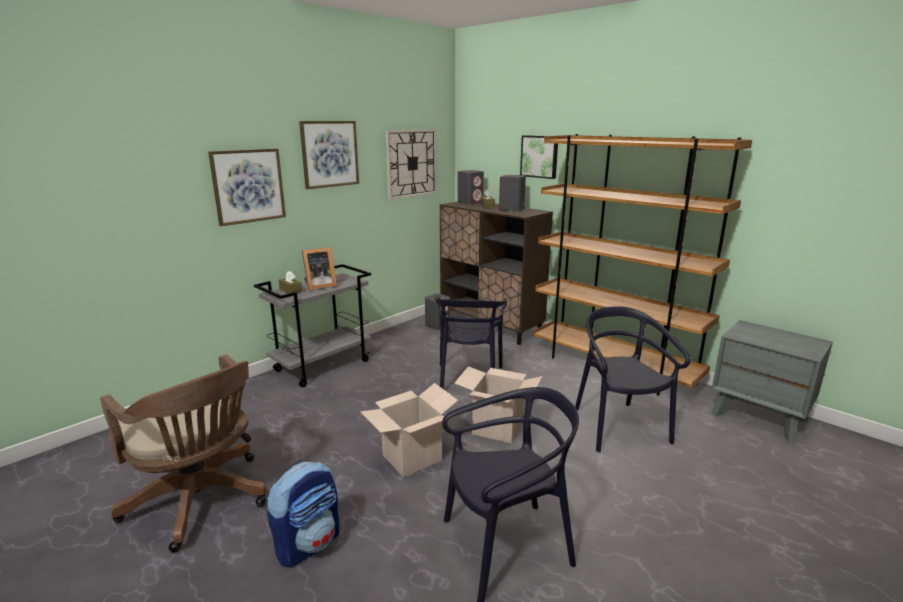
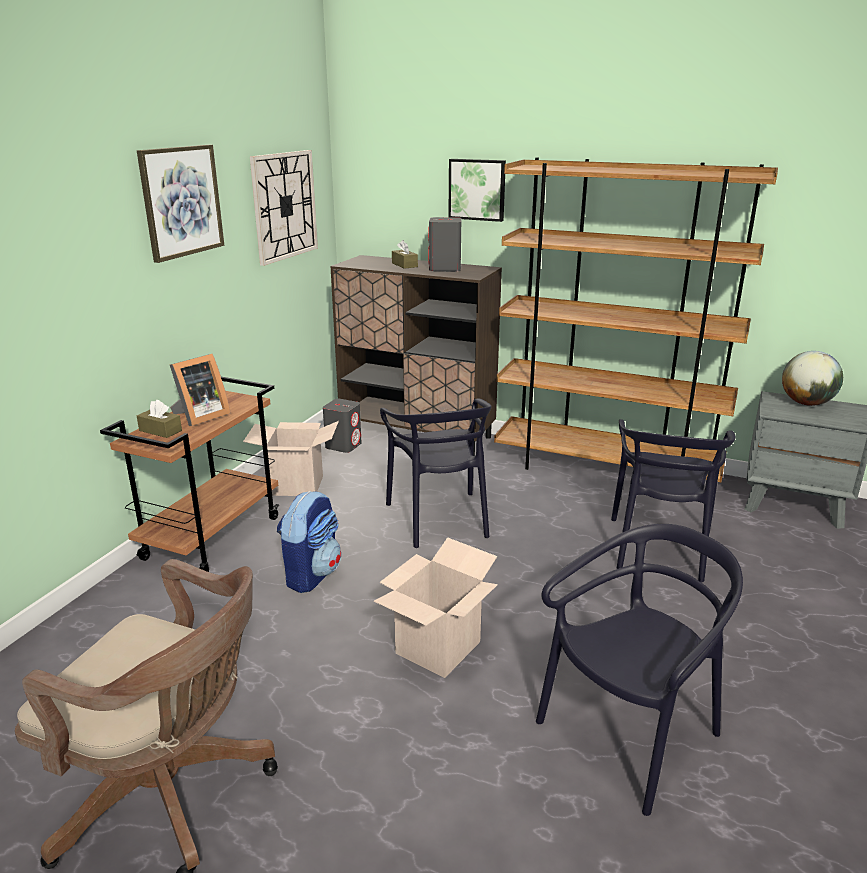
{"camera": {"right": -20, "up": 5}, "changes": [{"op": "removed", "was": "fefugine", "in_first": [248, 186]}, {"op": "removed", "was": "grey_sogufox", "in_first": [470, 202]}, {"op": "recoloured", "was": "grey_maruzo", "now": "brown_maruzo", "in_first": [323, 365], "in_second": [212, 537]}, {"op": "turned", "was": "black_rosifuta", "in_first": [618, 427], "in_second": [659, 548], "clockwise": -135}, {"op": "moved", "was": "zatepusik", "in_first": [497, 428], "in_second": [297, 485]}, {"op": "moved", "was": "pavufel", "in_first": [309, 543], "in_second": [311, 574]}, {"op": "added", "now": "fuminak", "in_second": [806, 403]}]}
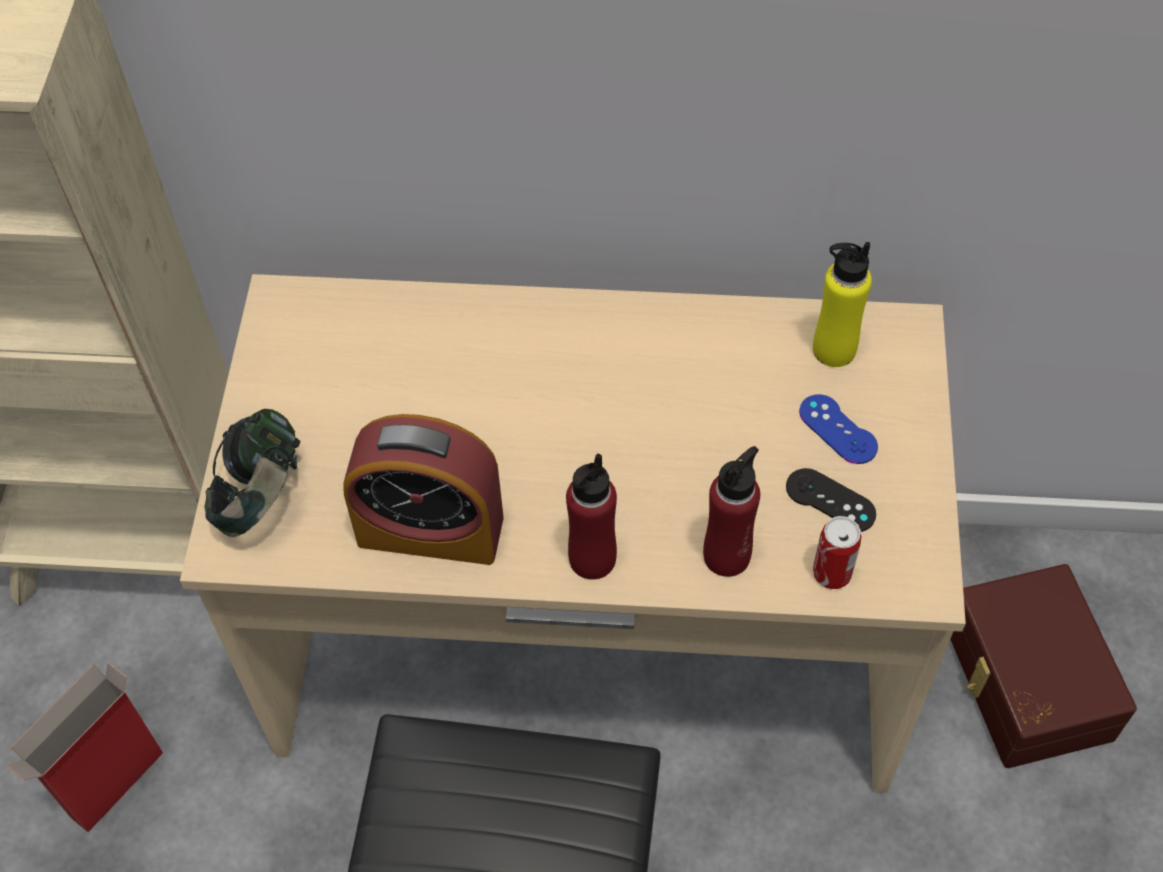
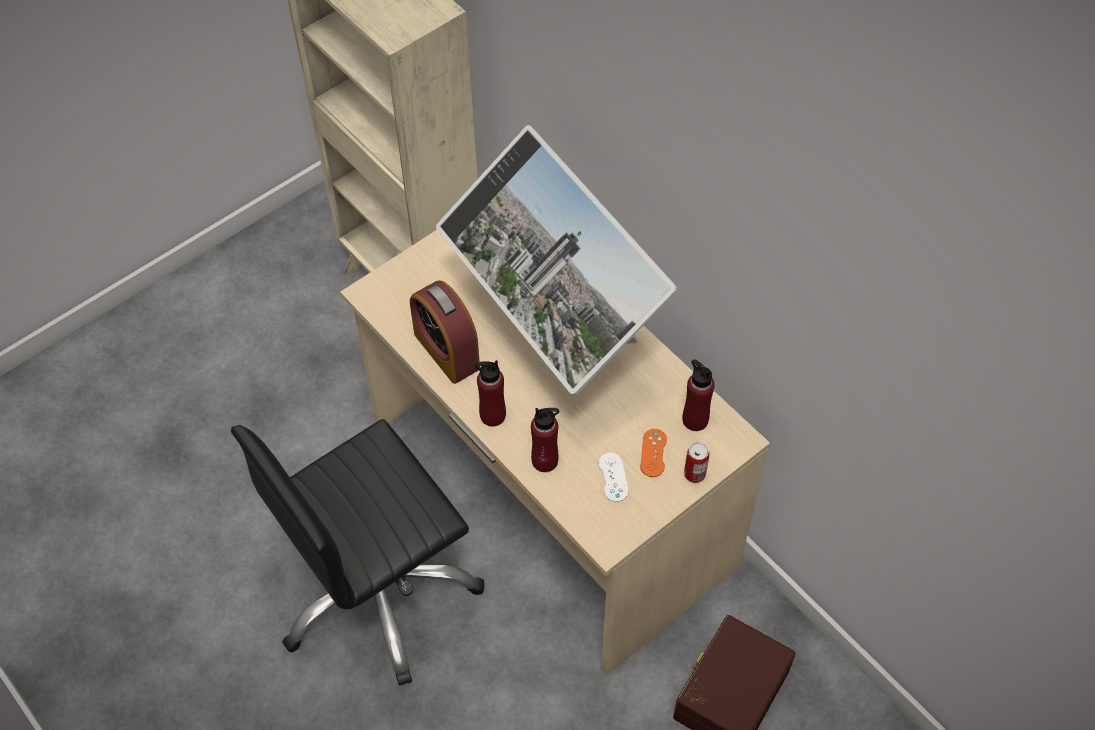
{"camera": {"right": 45, "up": 0}, "changes": [{"op": "recoloured", "was": "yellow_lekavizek", "now": "red_lekavizek", "in_first": [834, 349], "in_second": [695, 420]}, {"op": "recoloured", "was": "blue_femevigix", "now": "orange_femevigix", "in_first": [838, 429], "in_second": [653, 453]}, {"op": "removed", "was": "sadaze", "in_first": [261, 497]}, {"op": "recoloured", "was": "black_femevigix", "now": "white_femevigix", "in_first": [830, 500], "in_second": [613, 477]}, {"op": "moved", "was": "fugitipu", "in_first": [832, 573], "in_second": [694, 474]}, {"op": "removed", "was": "zatepusik", "in_first": [115, 786]}, {"op": "added", "now": "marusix", "in_second": [555, 344]}]}
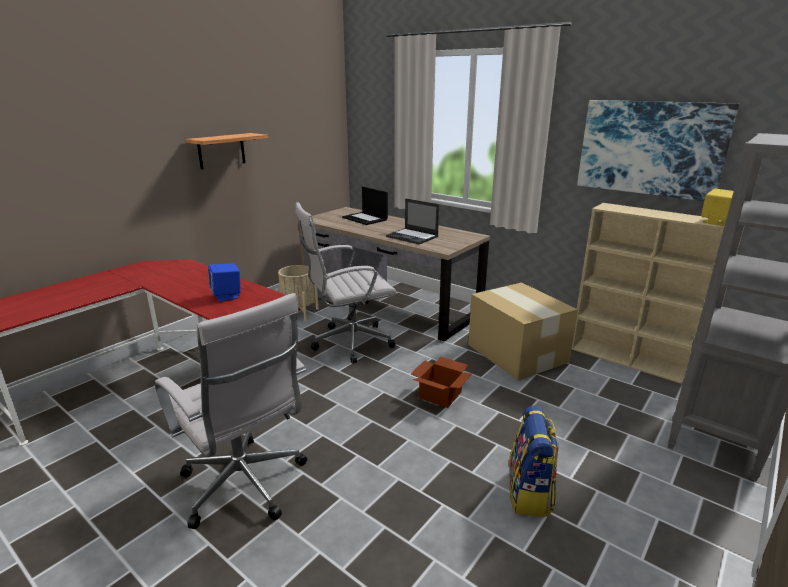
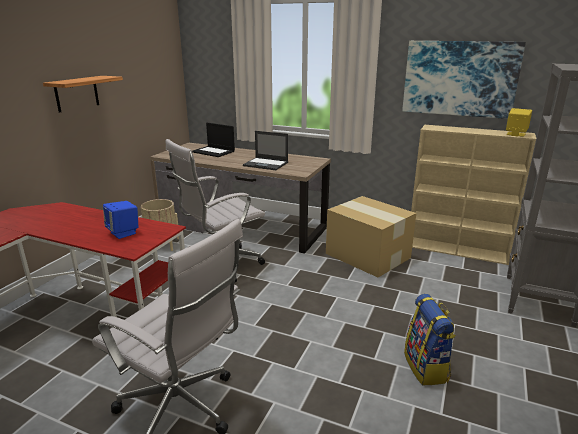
{"camera": {"right": -15, "up": 0}, "changes": [{"op": "removed", "was": "zatepusik", "in_first": [441, 394]}]}
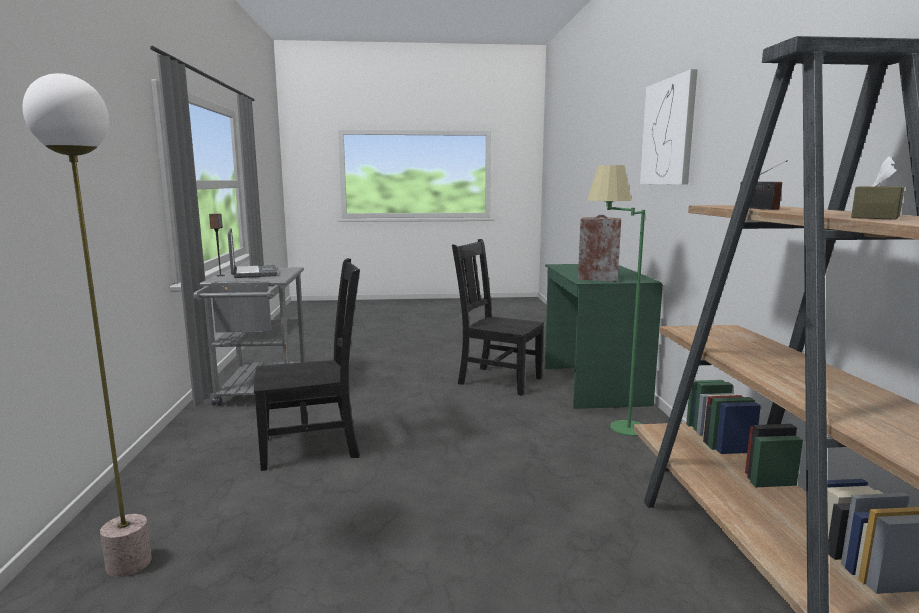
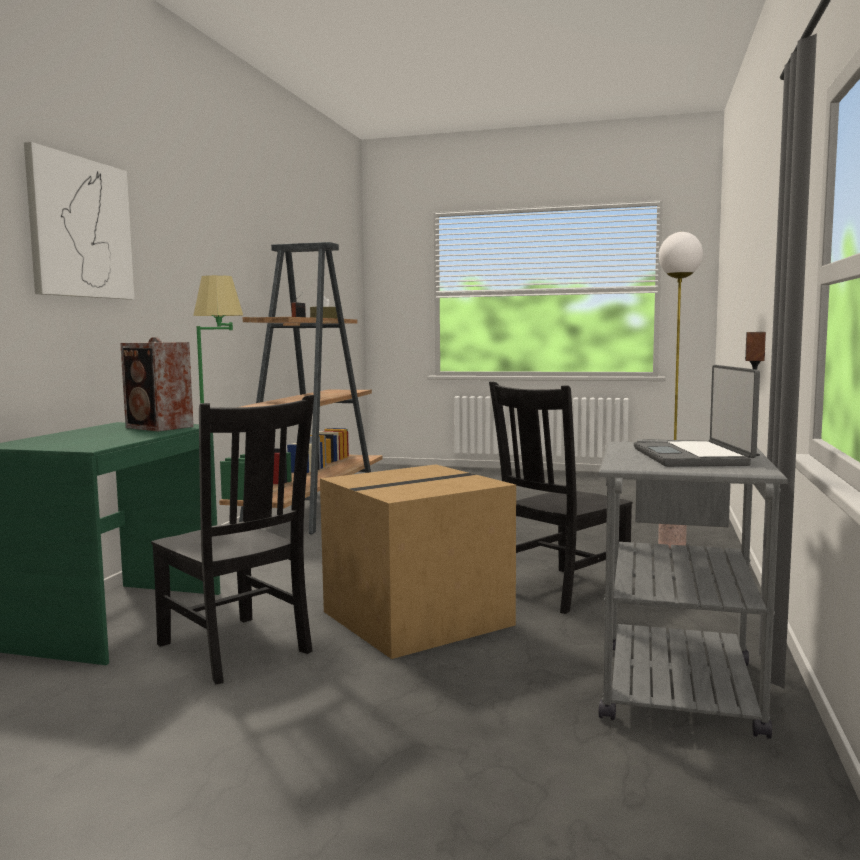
{"camera": {"right": -160, "up": -5}, "changes": [{"op": "turned", "was": "black_rosifuta", "in_first": [314, 446], "in_second": [560, 591], "clockwise": -45}, {"op": "added", "now": "zatepusik", "in_second": [416, 619]}]}
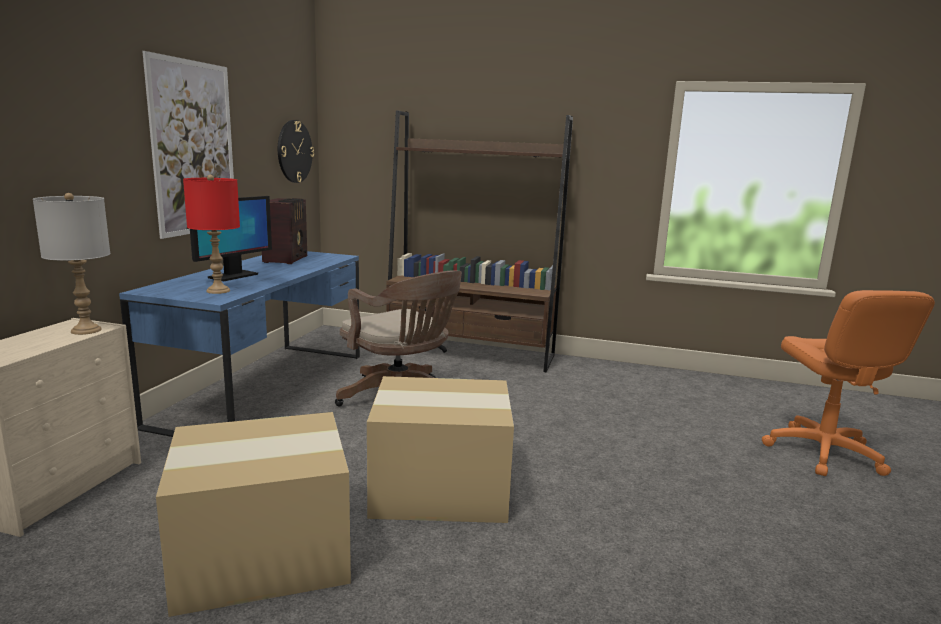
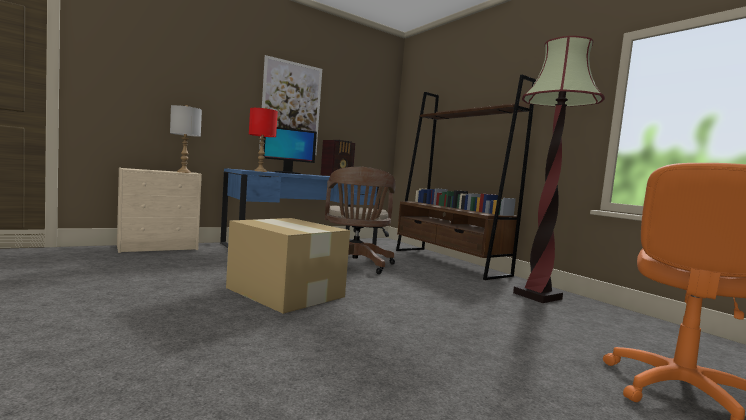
{"camera": {"right": 40, "up": -10}, "changes": [{"op": "removed", "was": "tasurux", "in_first": [294, 151]}, {"op": "removed", "was": "zatepusik", "in_first": [260, 553]}, {"op": "added", "now": "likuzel", "in_second": [537, 296]}]}
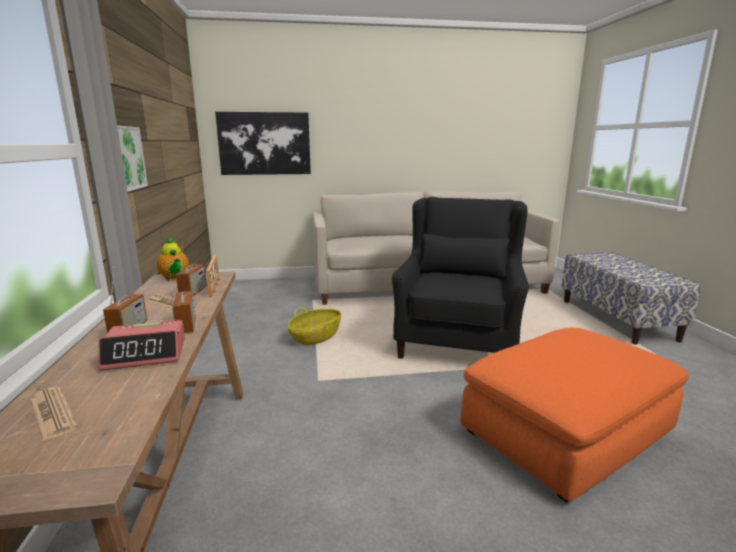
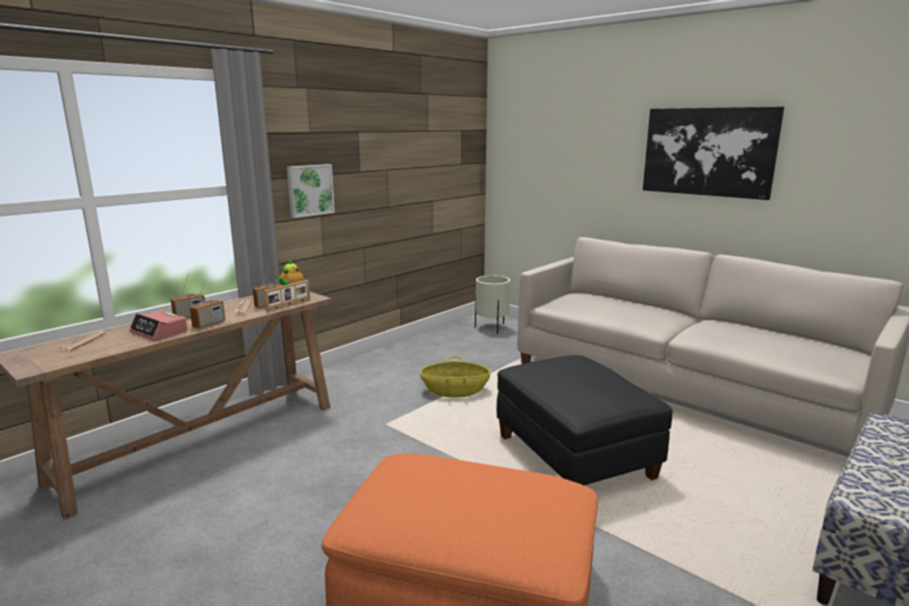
{"camera": {"right": 50, "up": 0}, "changes": [{"op": "moved", "was": "fefugine", "in_first": [264, 143], "in_second": [708, 152]}, {"op": "replaced", "was": "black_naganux", "now": "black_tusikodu", "in_first": [458, 339], "in_second": [575, 457]}, {"op": "added", "now": "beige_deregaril", "in_second": [492, 328]}]}
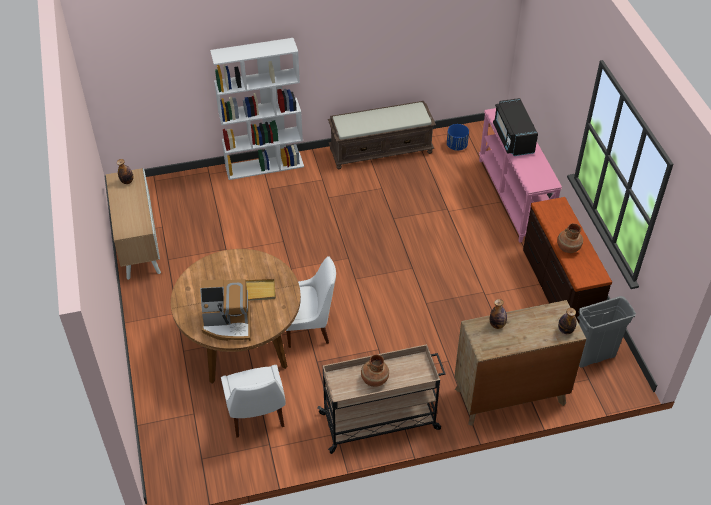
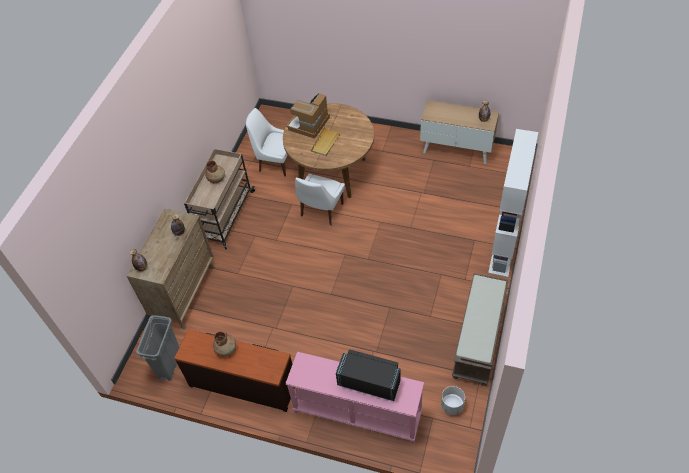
{"camera": {"right": 125, "up": 5}, "changes": [{"op": "recoloured", "was": "blue_deregaril", "now": "white_deregaril", "in_first": [457, 146], "in_second": [452, 406]}]}
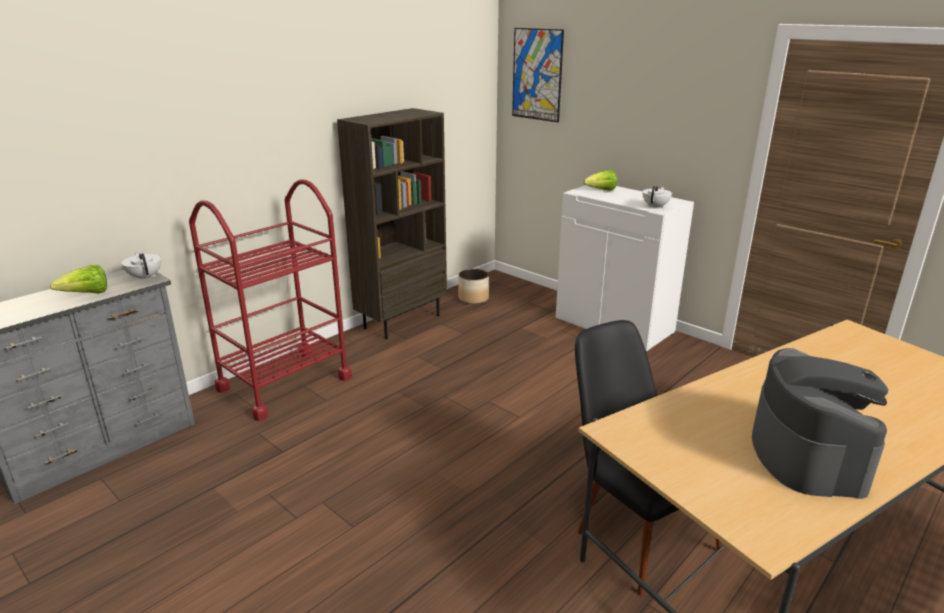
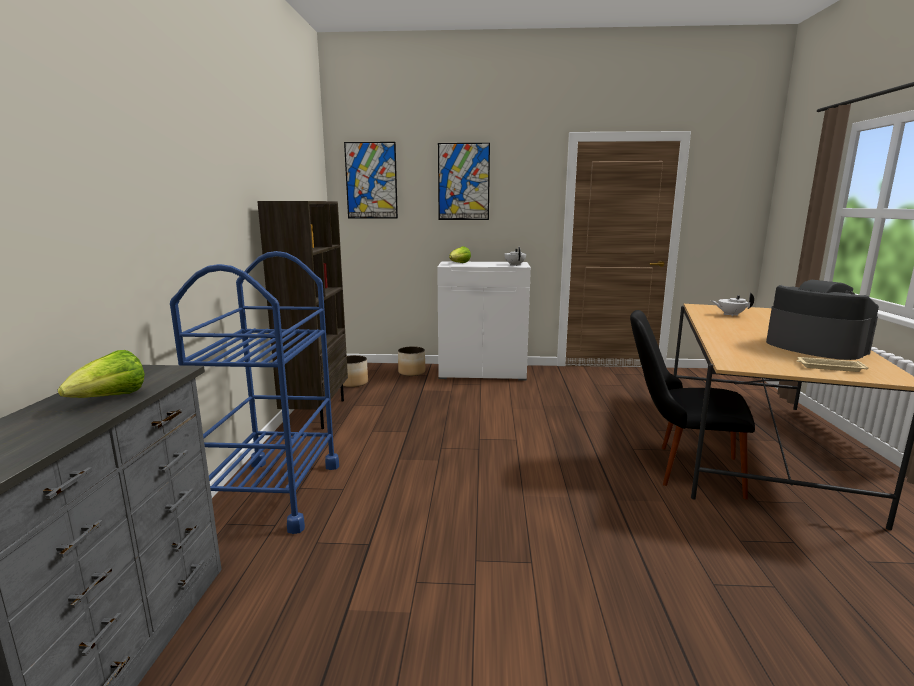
{"camera": {"right": -40, "up": -10}, "changes": [{"op": "recoloured", "was": "red_maruzo", "now": "blue_maruzo", "in_first": [284, 383], "in_second": [275, 493]}, {"op": "moved", "was": "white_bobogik", "in_first": [145, 277], "in_second": [730, 315]}, {"op": "added", "now": "fefugine", "in_second": [463, 182]}, {"op": "added", "now": "deregaril", "in_second": [412, 372]}, {"op": "added", "now": "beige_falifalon", "in_second": [829, 367]}]}
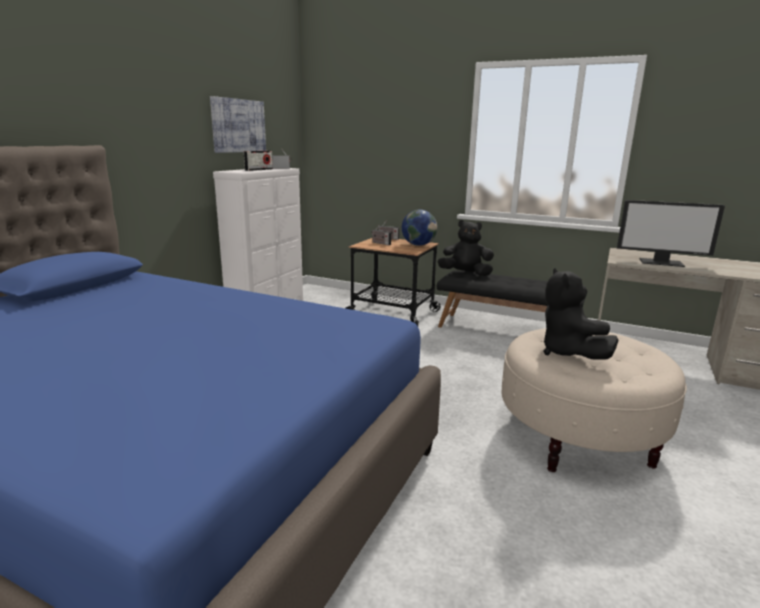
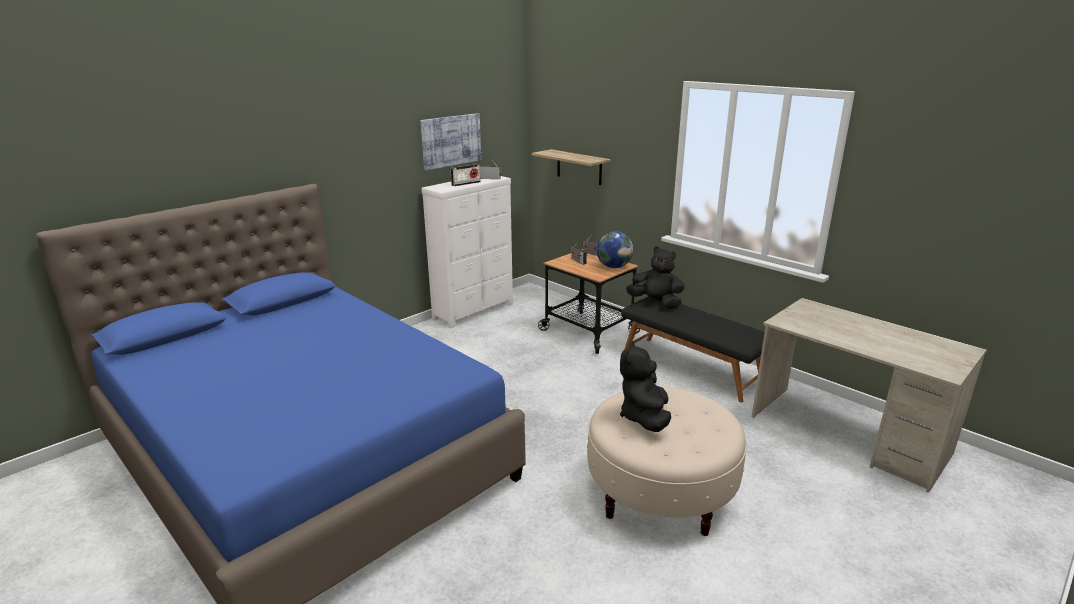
{"camera": {"right": 20, "up": 5}, "changes": [{"op": "removed", "was": "marusix", "in_first": [661, 262]}, {"op": "added", "now": "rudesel", "in_second": [579, 167]}]}
